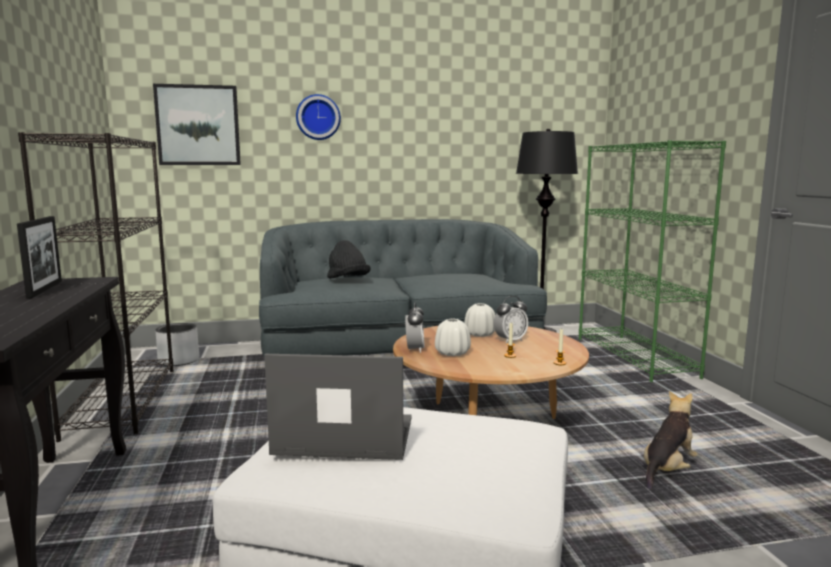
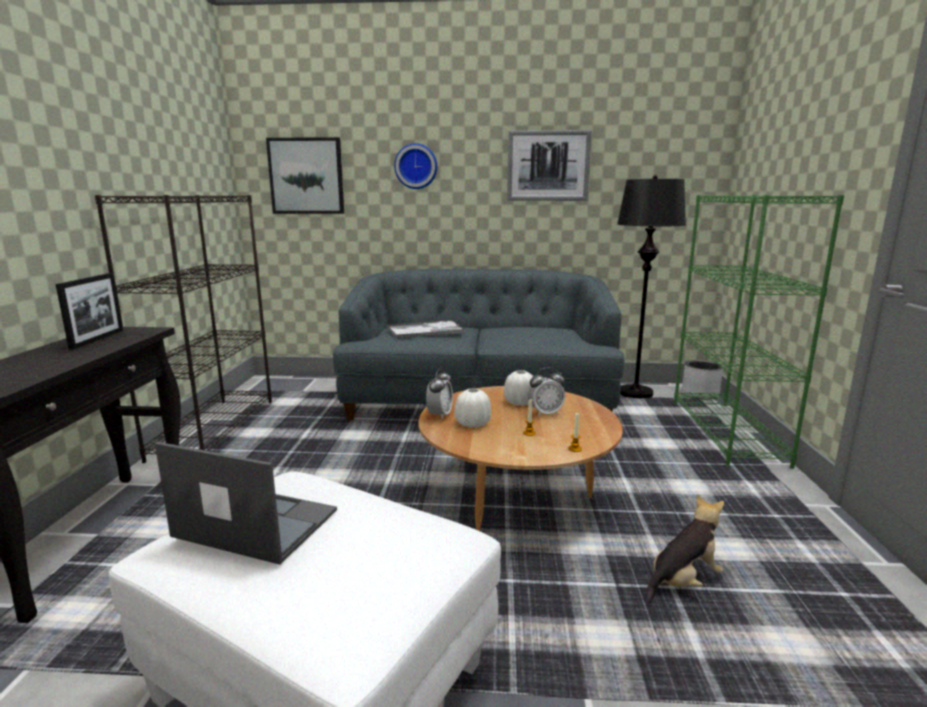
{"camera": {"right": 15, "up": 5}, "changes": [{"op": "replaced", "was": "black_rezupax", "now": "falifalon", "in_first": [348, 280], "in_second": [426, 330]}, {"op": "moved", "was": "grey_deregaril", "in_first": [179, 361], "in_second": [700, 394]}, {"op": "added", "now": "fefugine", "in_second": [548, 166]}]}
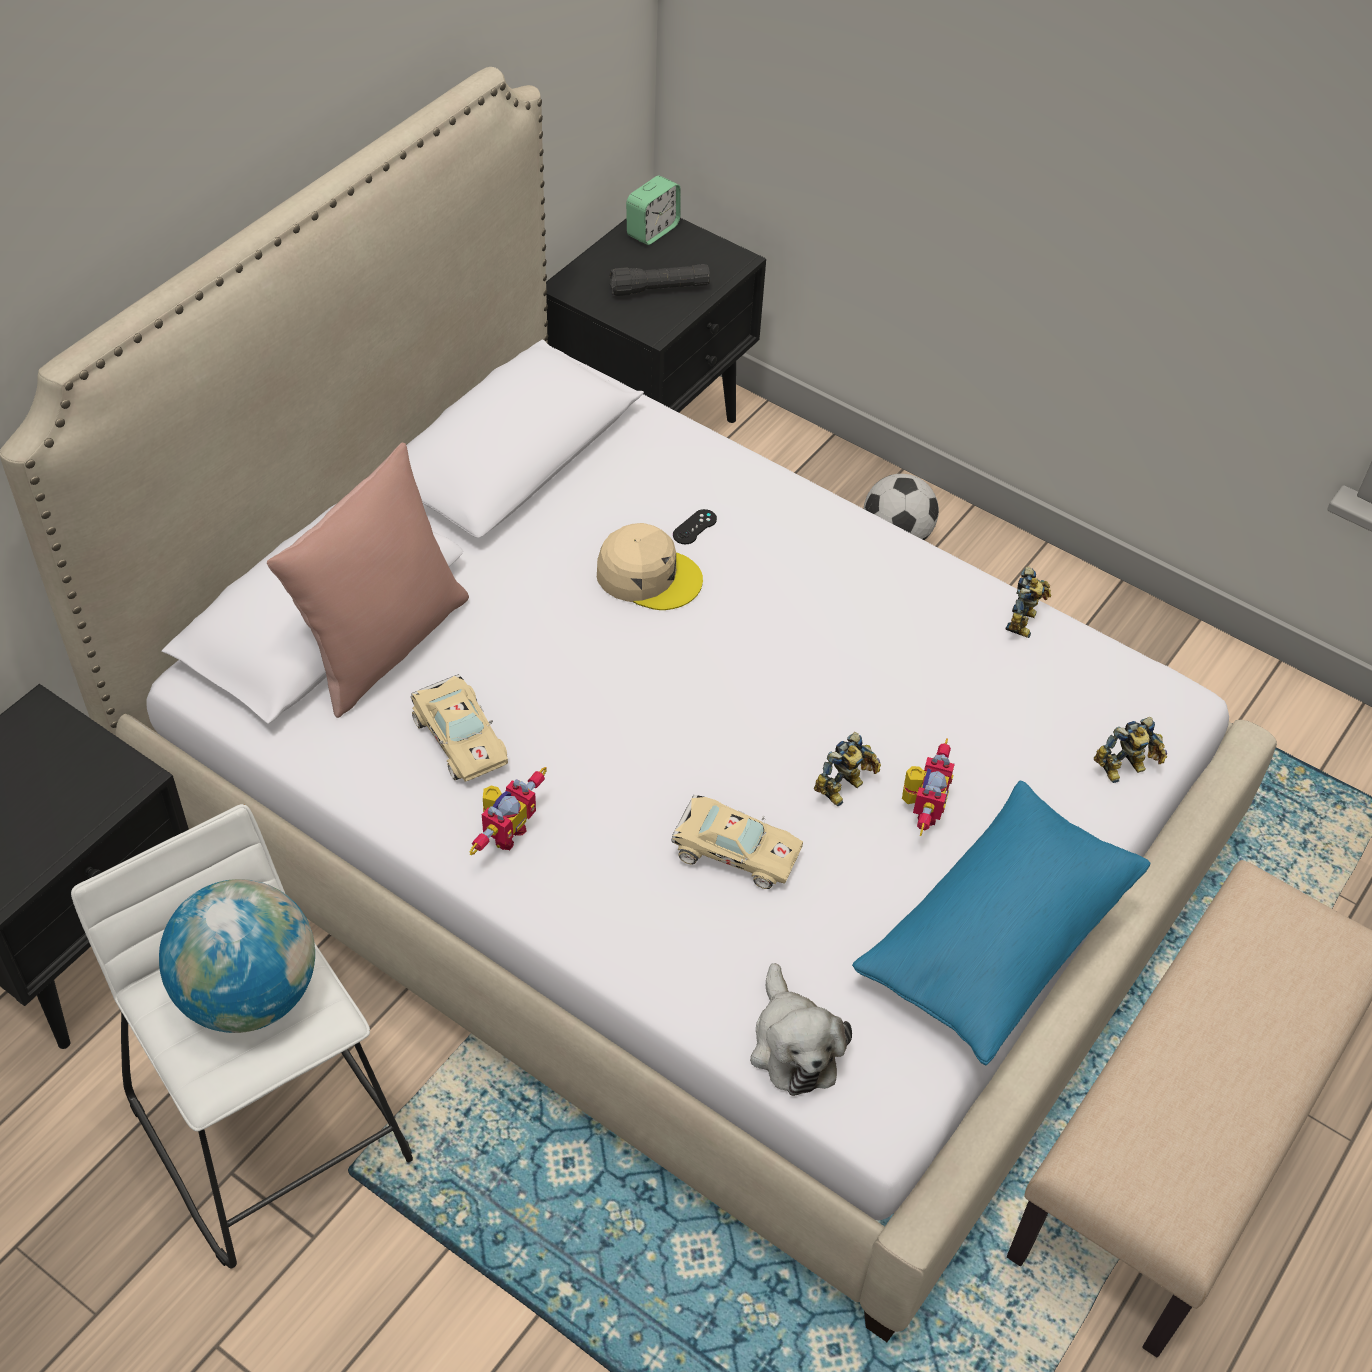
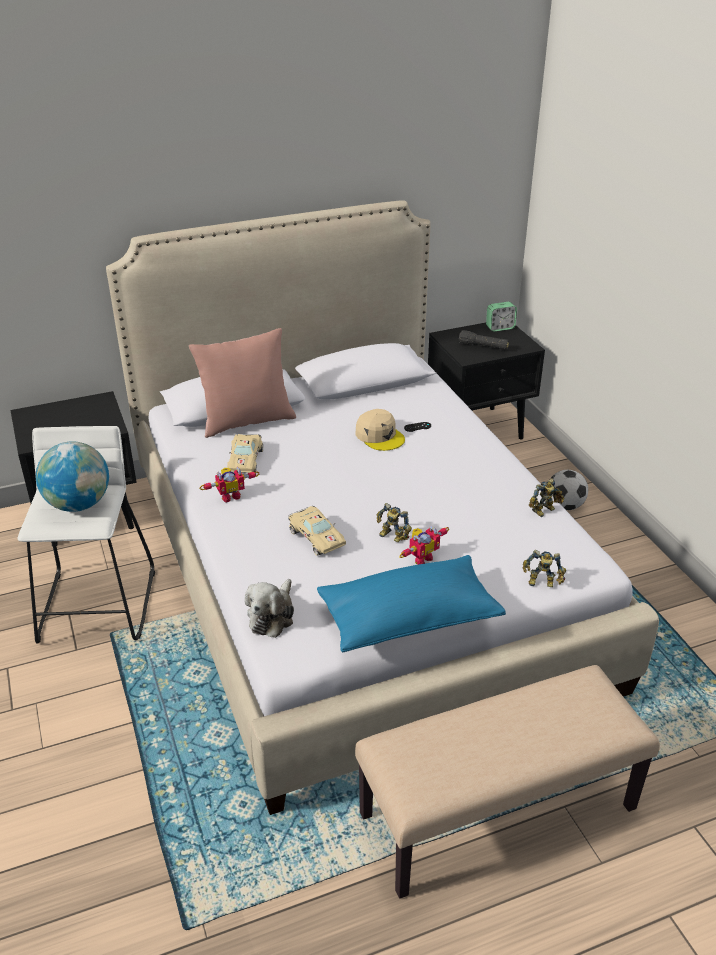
{"camera": {"right": 35, "up": -15}, "changes": [{"op": "turned", "was": "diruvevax", "in_first": [845, 789], "in_second": [392, 537], "clockwise": 45}]}
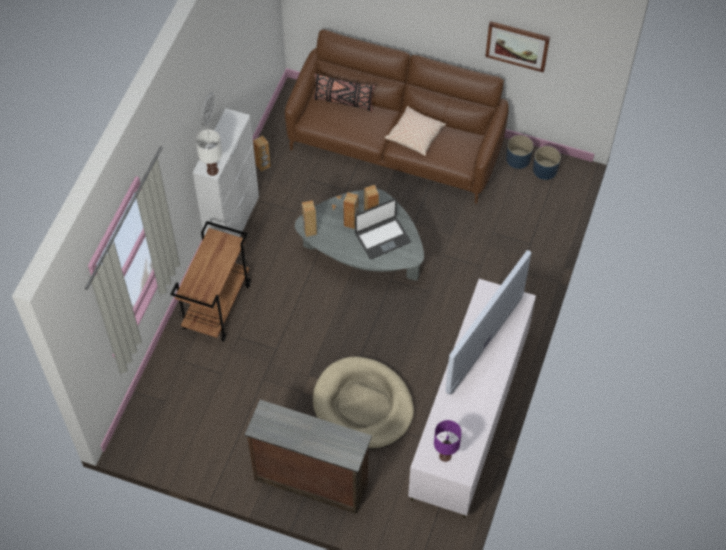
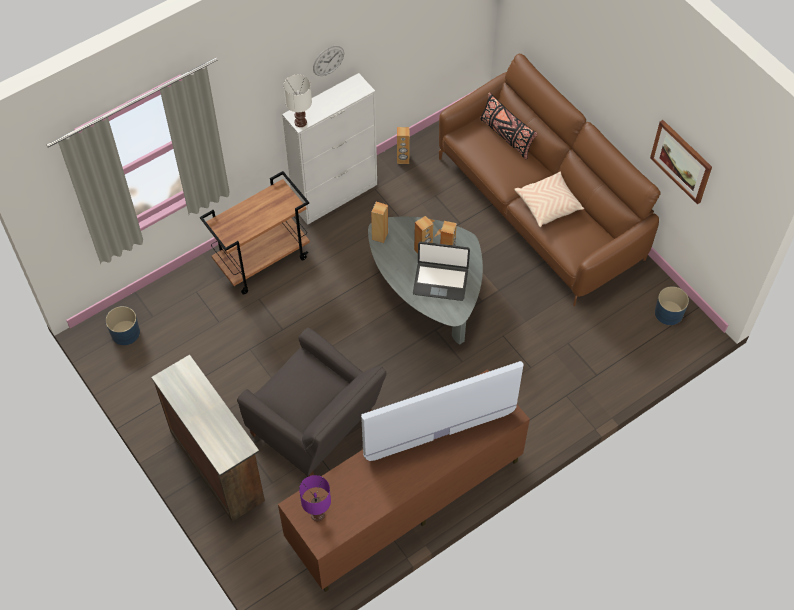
{"camera": {"right": 35, "up": 0}, "changes": [{"op": "moved", "was": "blue_deregaril", "in_first": [518, 159], "in_second": [125, 332]}, {"op": "recoloured", "was": "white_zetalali", "now": "brown_zetalali", "in_first": [469, 418], "in_second": [405, 502]}, {"op": "replaced", "was": "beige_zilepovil", "now": "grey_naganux", "in_first": [363, 405], "in_second": [317, 428]}]}
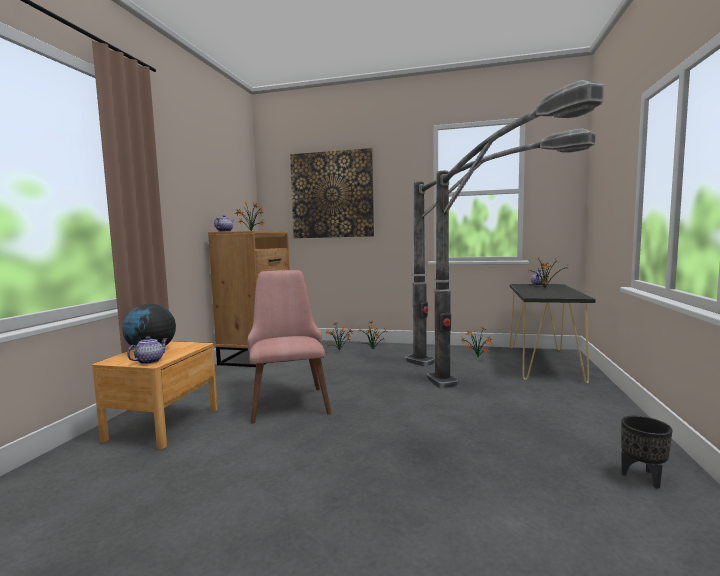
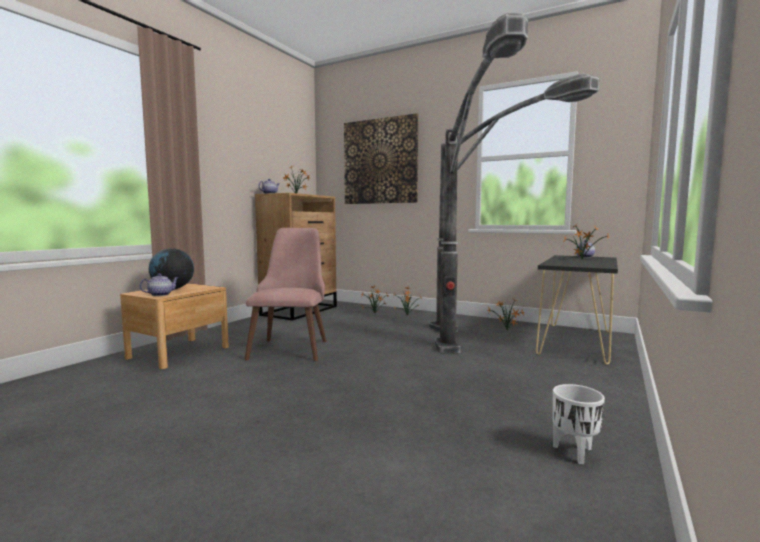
{"camera": {"right": 15, "up": 0}, "changes": [{"op": "recoloured", "was": "black_deregaril", "now": "white_deregaril", "in_first": [643, 477], "in_second": [575, 452]}]}
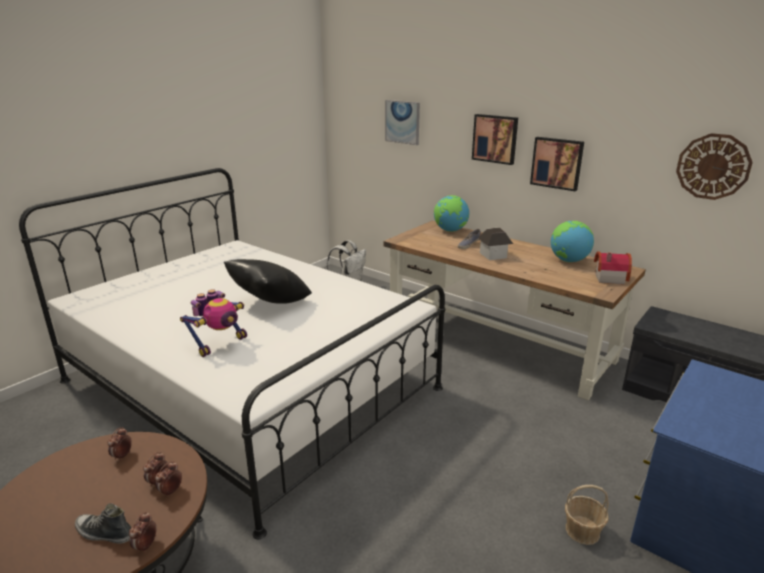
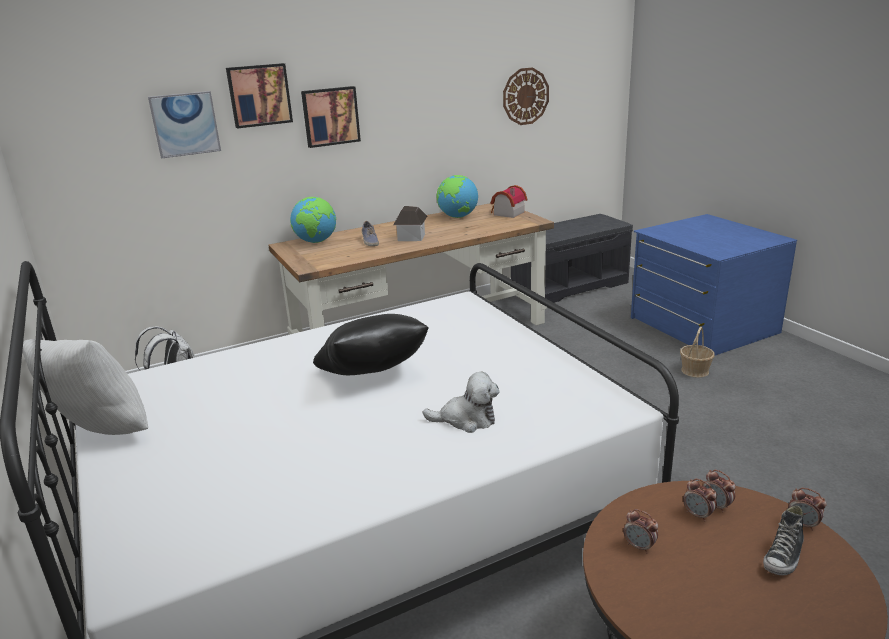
{"camera": {"right": -65, "up": 0}, "changes": [{"op": "moved", "was": "fefugine", "in_first": [557, 163], "in_second": [259, 95]}, {"op": "replaced", "was": "diruvevax", "now": "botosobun", "in_first": [220, 344], "in_second": [466, 419]}, {"op": "added", "now": "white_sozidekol", "in_second": [100, 435]}]}
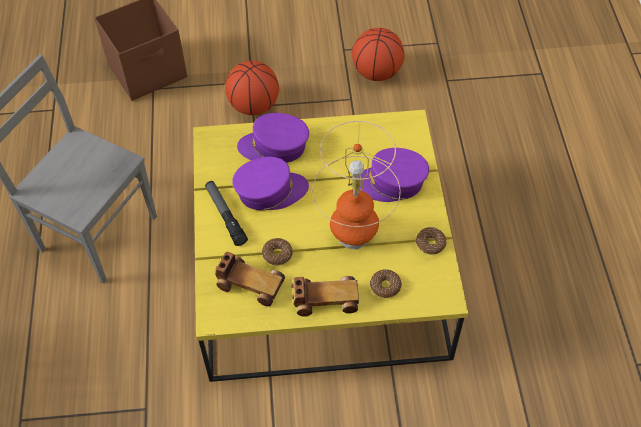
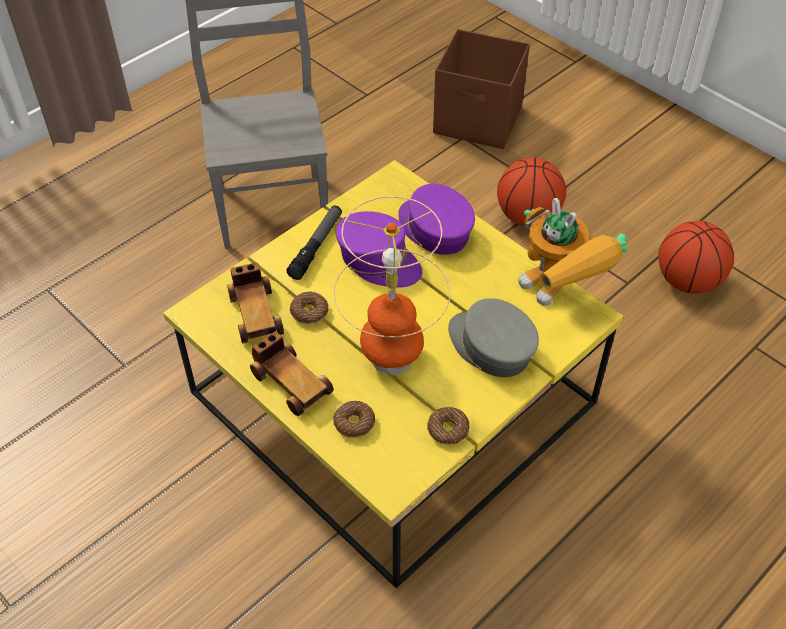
{"camera": {"right": 50, "up": -5}, "changes": [{"op": "recoloured", "was": "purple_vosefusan", "now": "grey_vosefusan", "in_first": [391, 183], "in_second": [491, 347]}, {"op": "added", "now": "diruvevax", "in_second": [559, 295]}]}
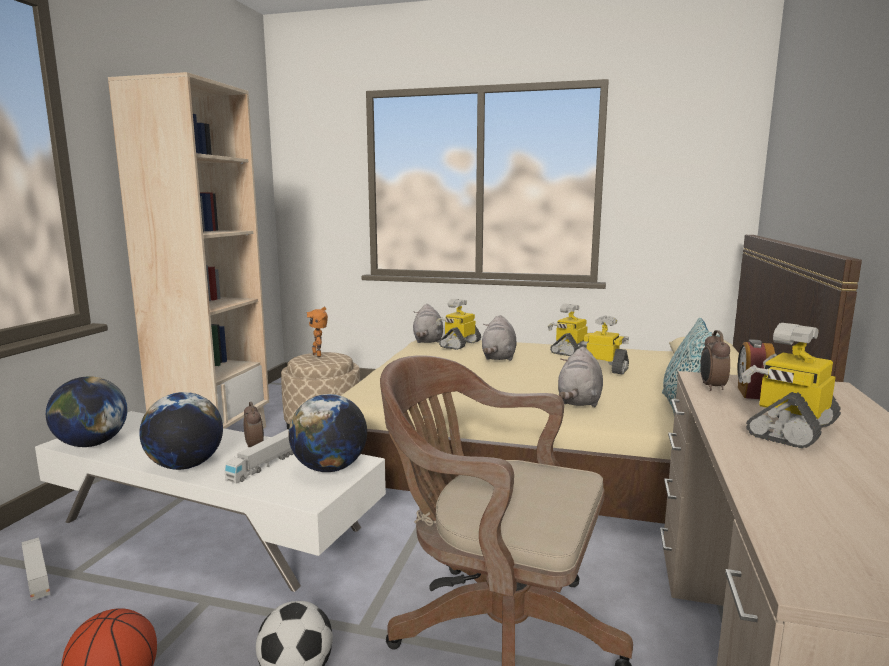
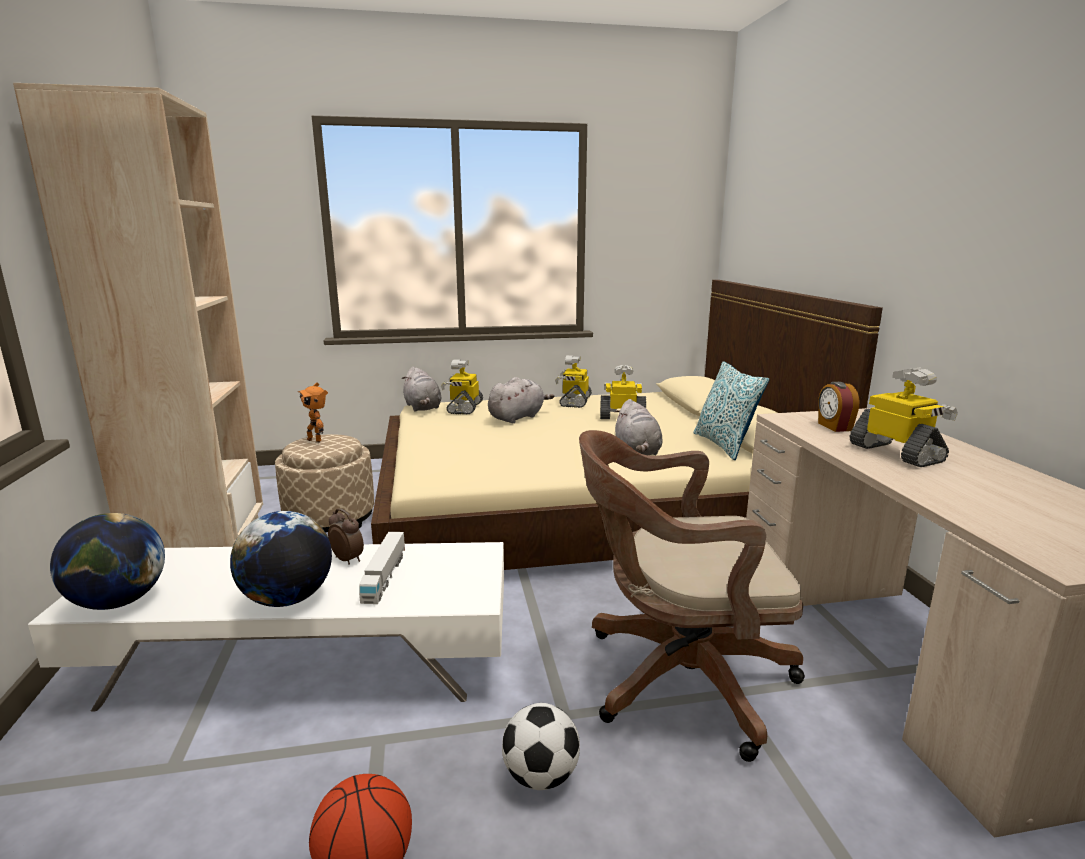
{"camera": {"right": -25, "up": 5}, "changes": [{"op": "turned", "was": "grey_botosobun", "in_first": [498, 357], "in_second": [518, 417], "clockwise": -120}, {"op": "turned", "was": "diruvevax", "in_first": [790, 429], "in_second": [897, 453], "clockwise": 135}, {"op": "removed", "was": "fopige", "in_first": [711, 387]}, {"op": "removed", "was": "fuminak", "in_first": [330, 468]}, {"op": "removed", "was": "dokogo", "in_first": [36, 576]}]}
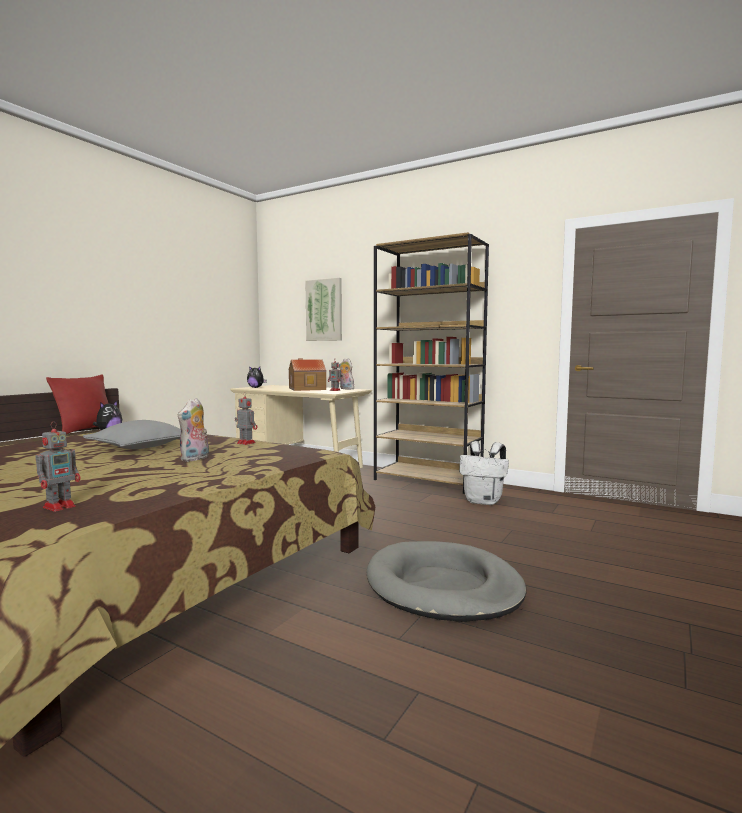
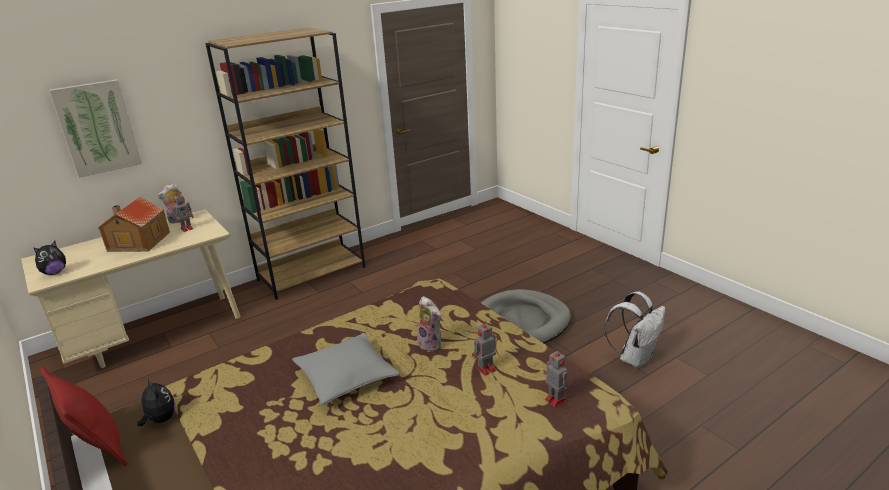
{"camera": {"right": -65, "up": 20}, "changes": [{"op": "moved", "was": "diruvevax", "in_first": [245, 443], "in_second": [485, 369]}, {"op": "moved", "was": "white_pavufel", "in_first": [484, 501], "in_second": [635, 358]}]}
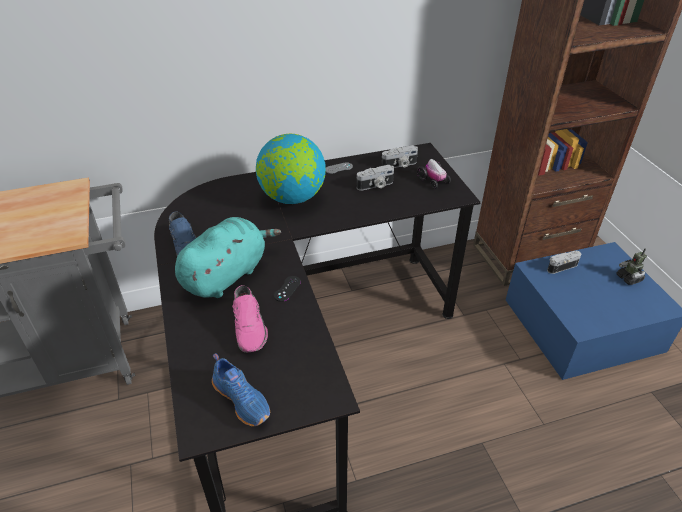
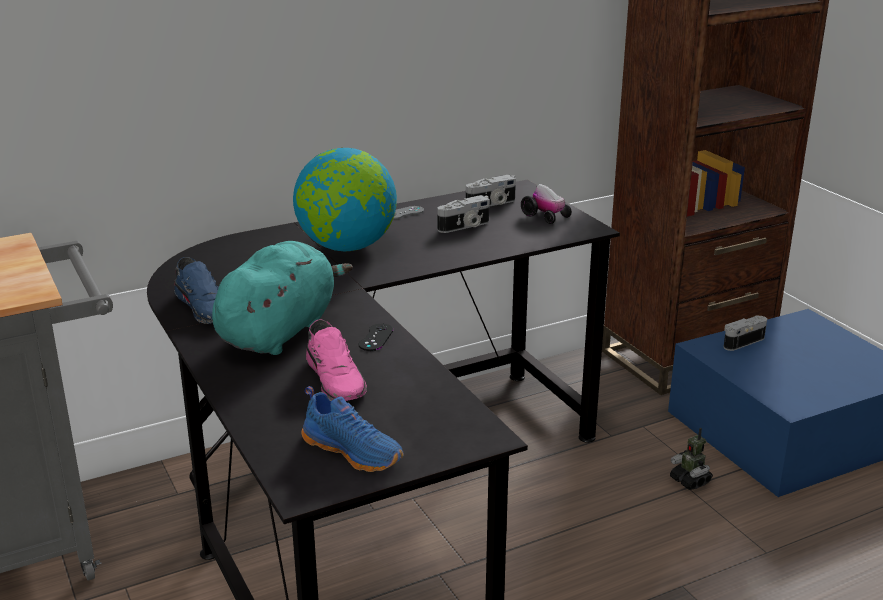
{"camera": {"right": -10, "up": -15}, "changes": [{"op": "moved", "was": "diruvevax", "in_first": [629, 278], "in_second": [690, 481]}]}
